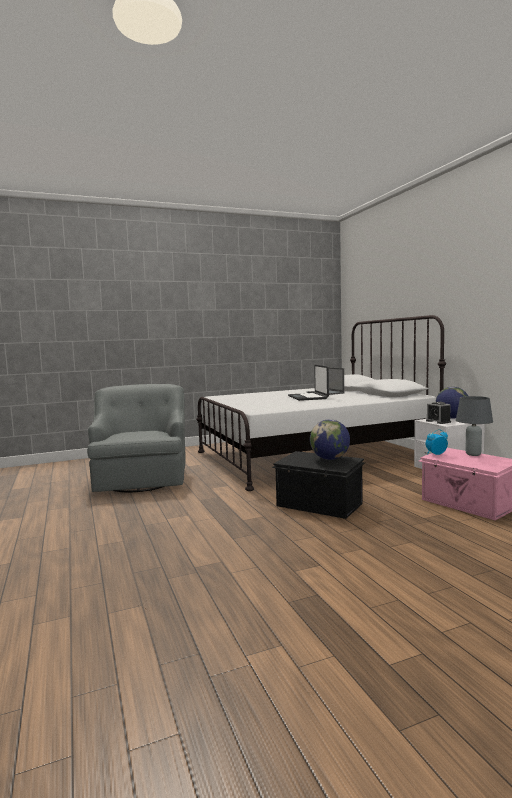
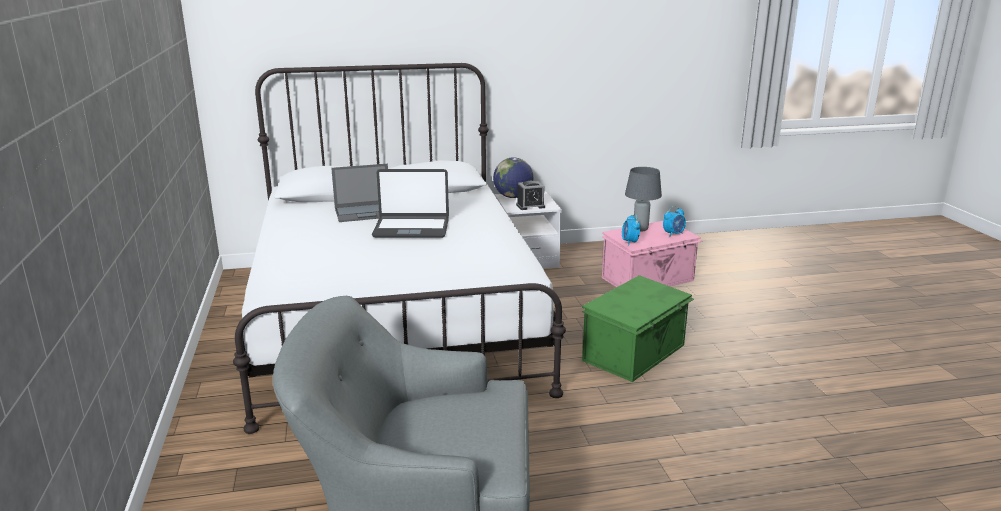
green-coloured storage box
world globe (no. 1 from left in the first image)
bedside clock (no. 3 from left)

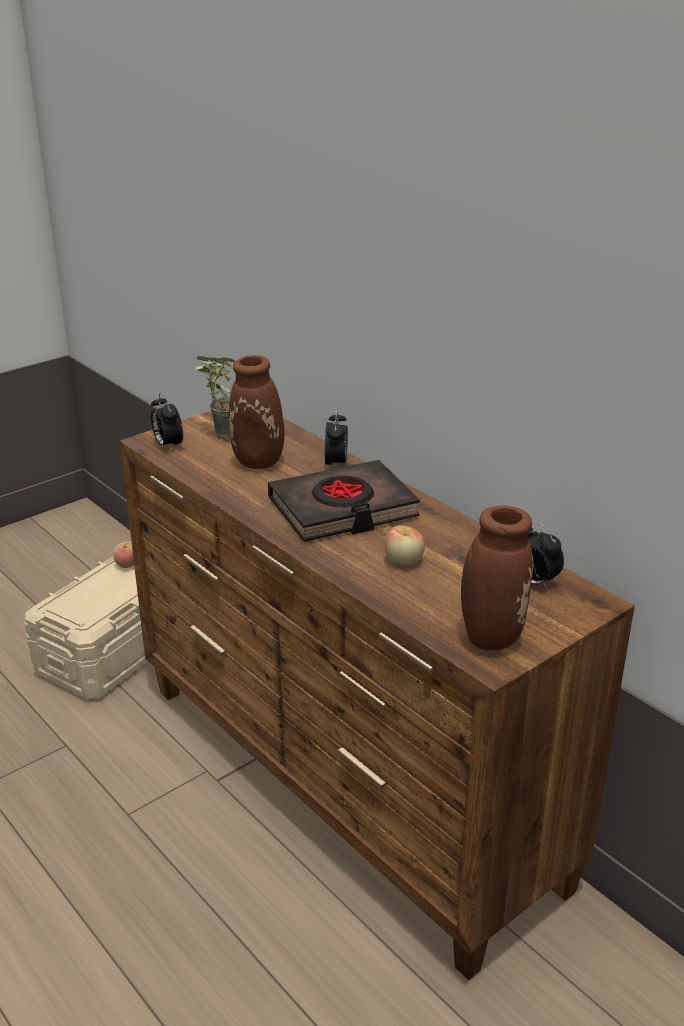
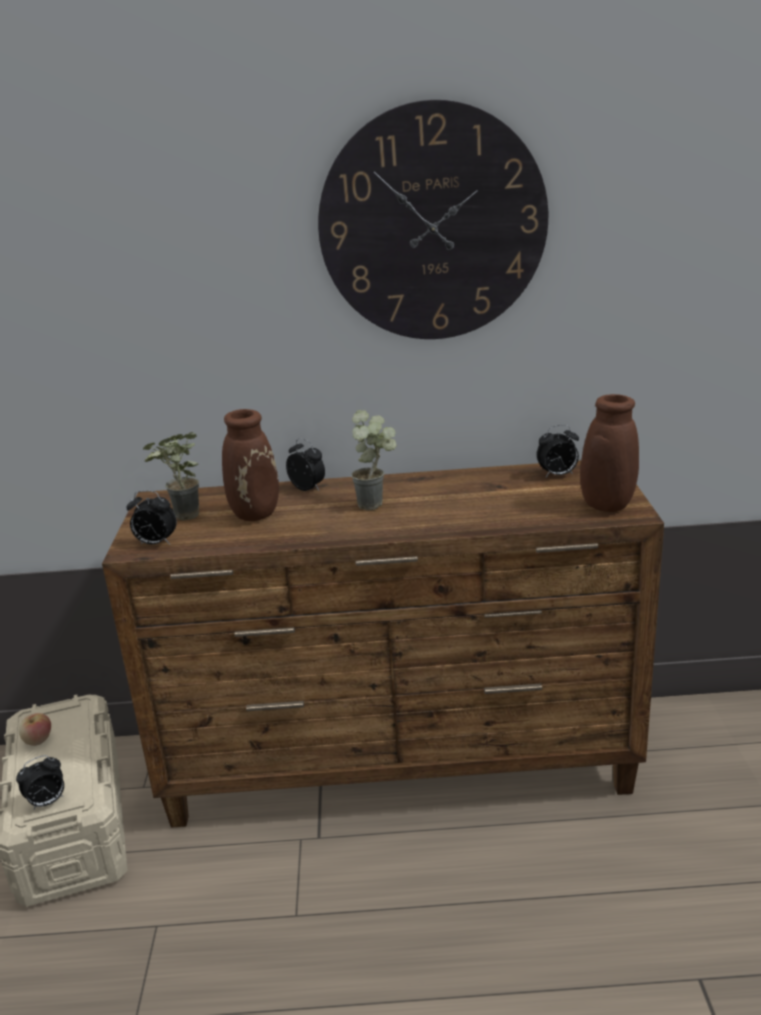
plant in a pot (no. 2 from left)
whole apple (no. 2 from left in the first image)
bedside clock (no. 1 from left)
wall clock

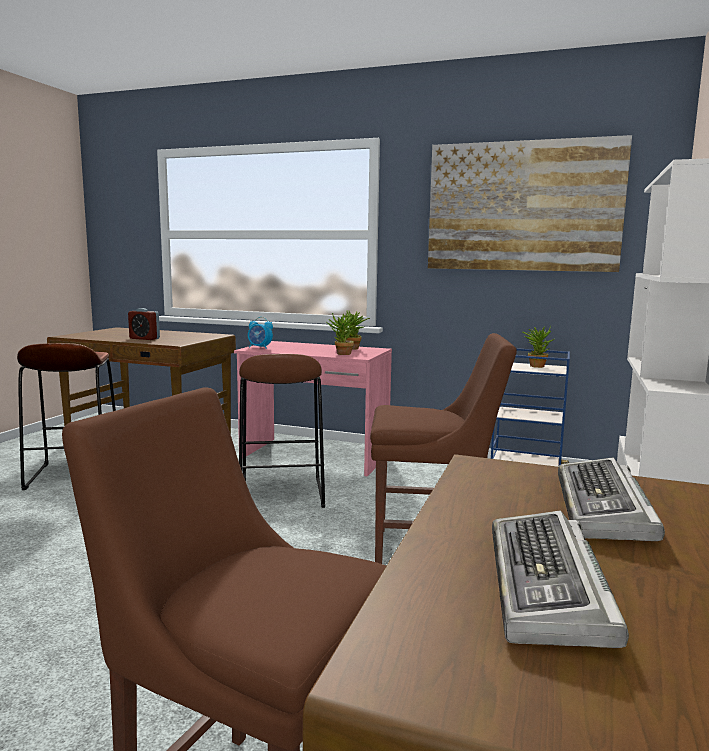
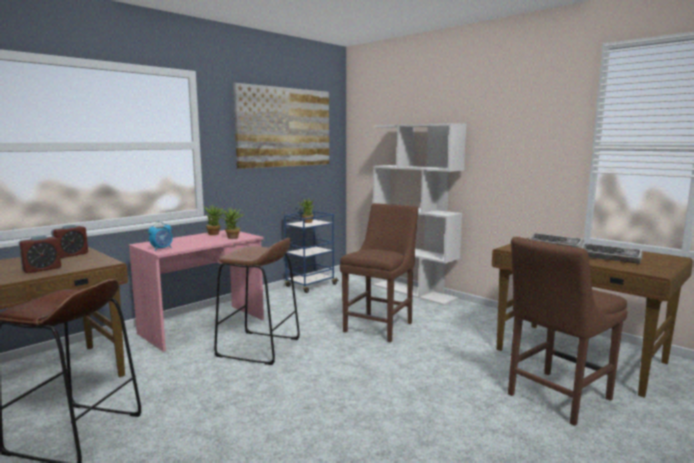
bedside clock (no. 2 from left)

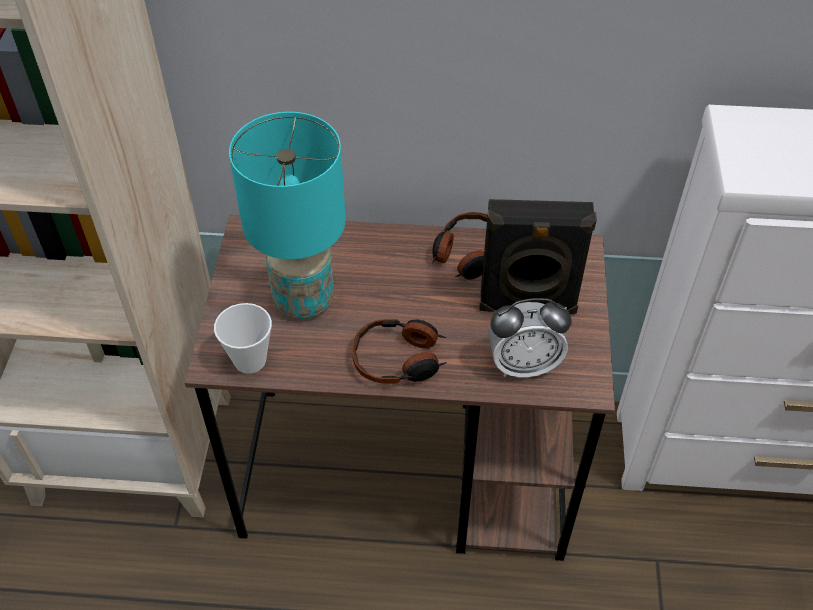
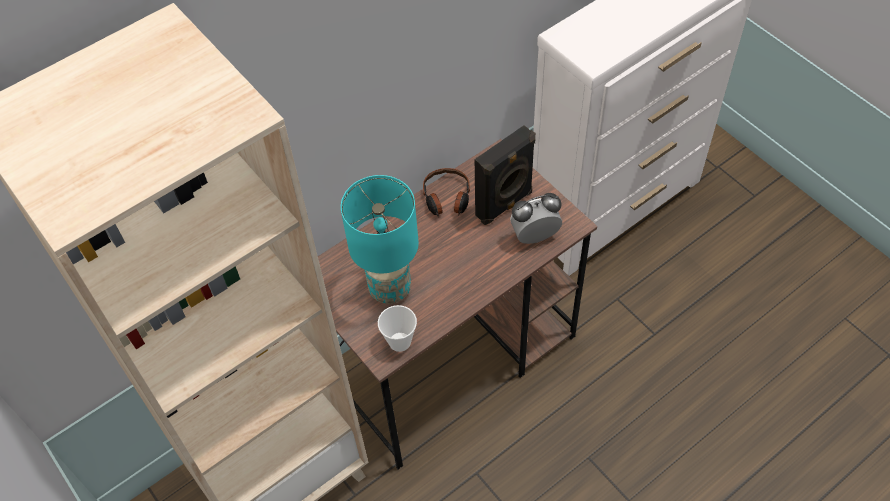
headset (no. 1 from left in the first image)
bedside clock

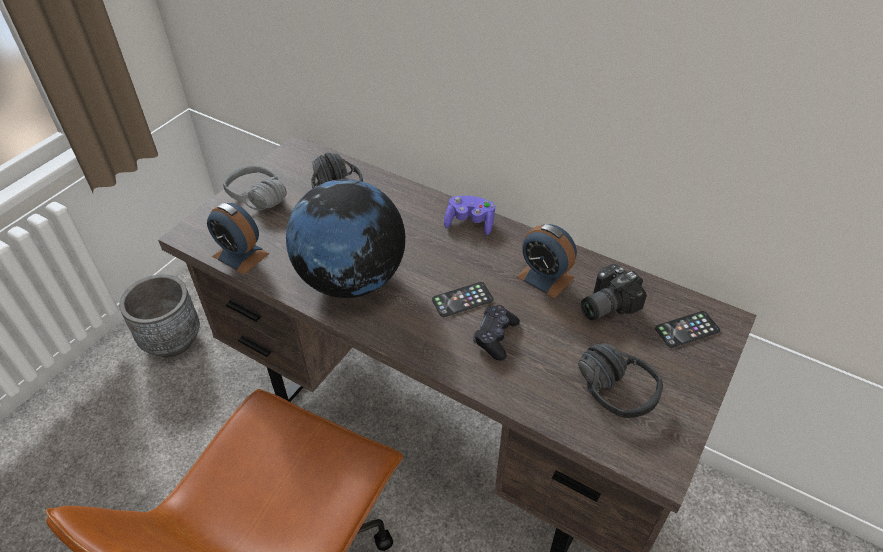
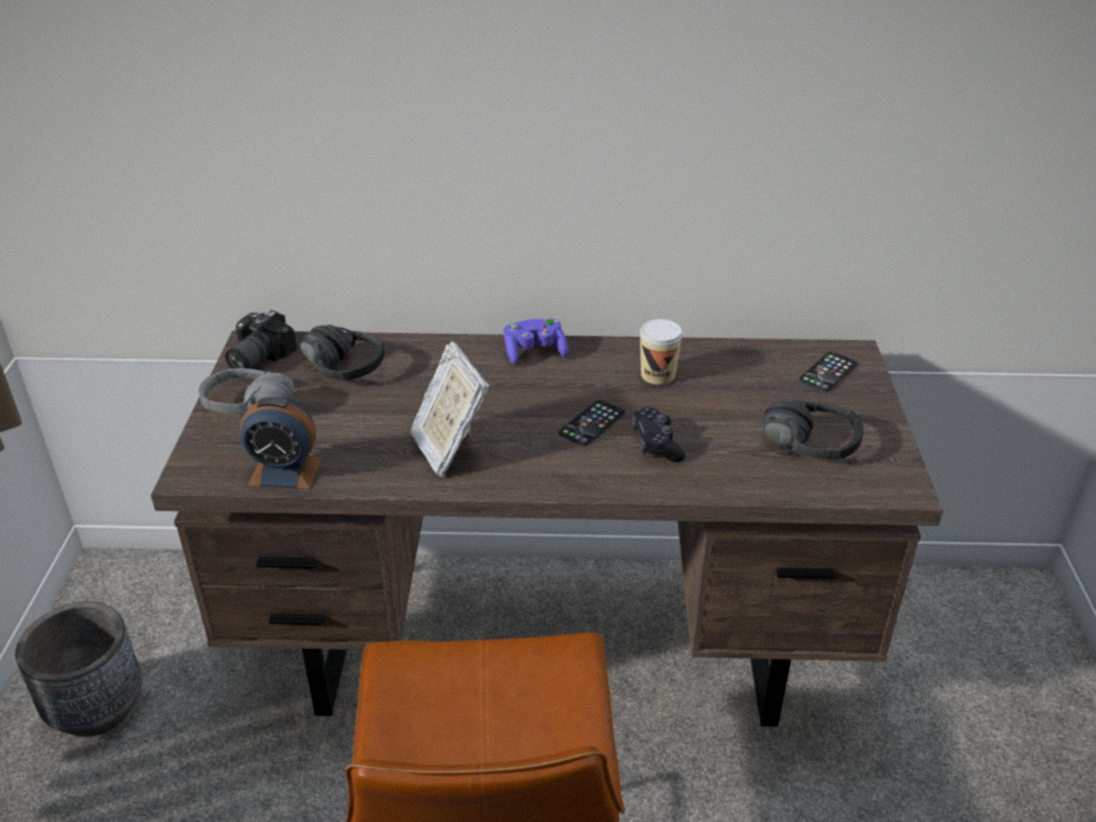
standing frame
drinking cup
photo camera

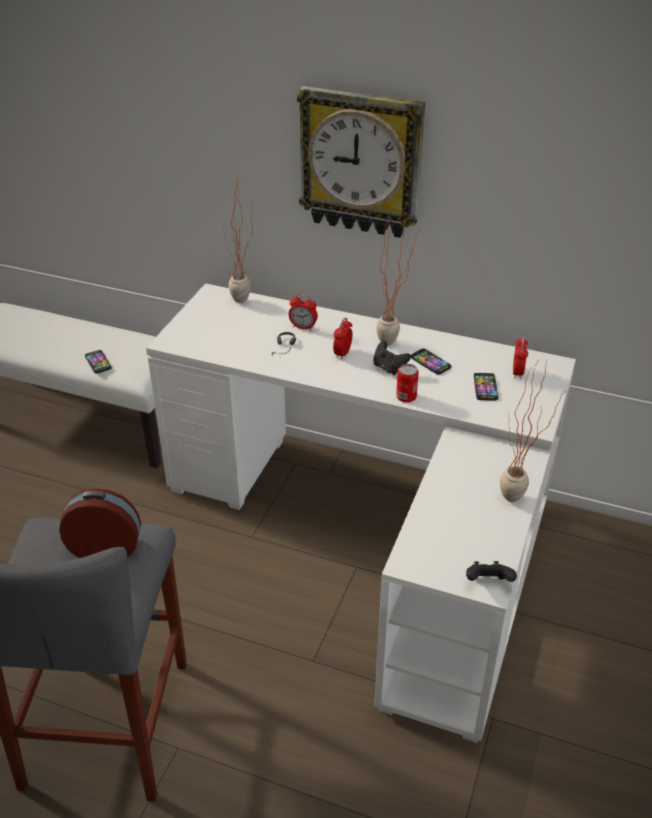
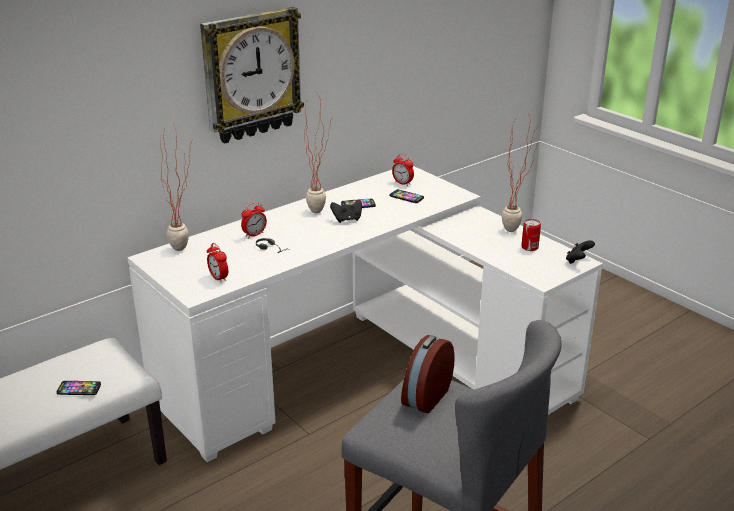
bedside clock (no. 1 from left)
metal can

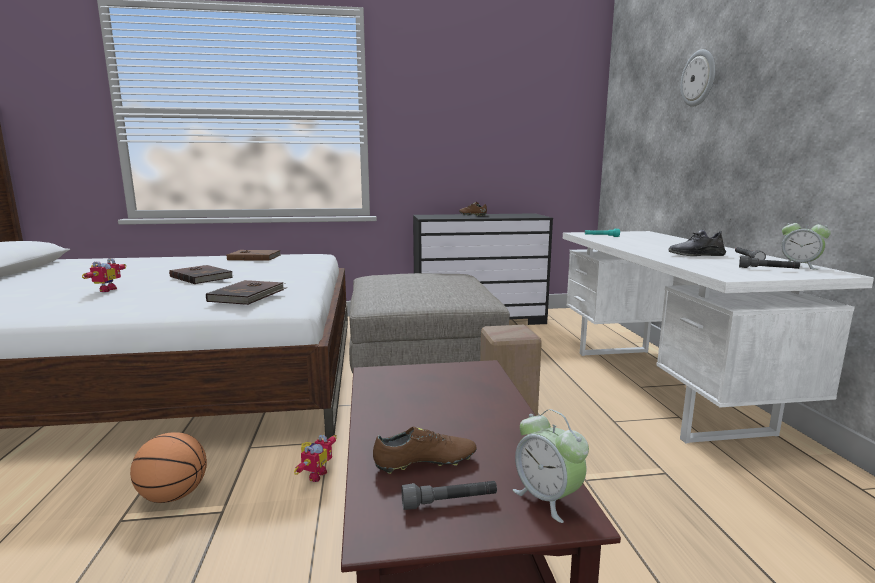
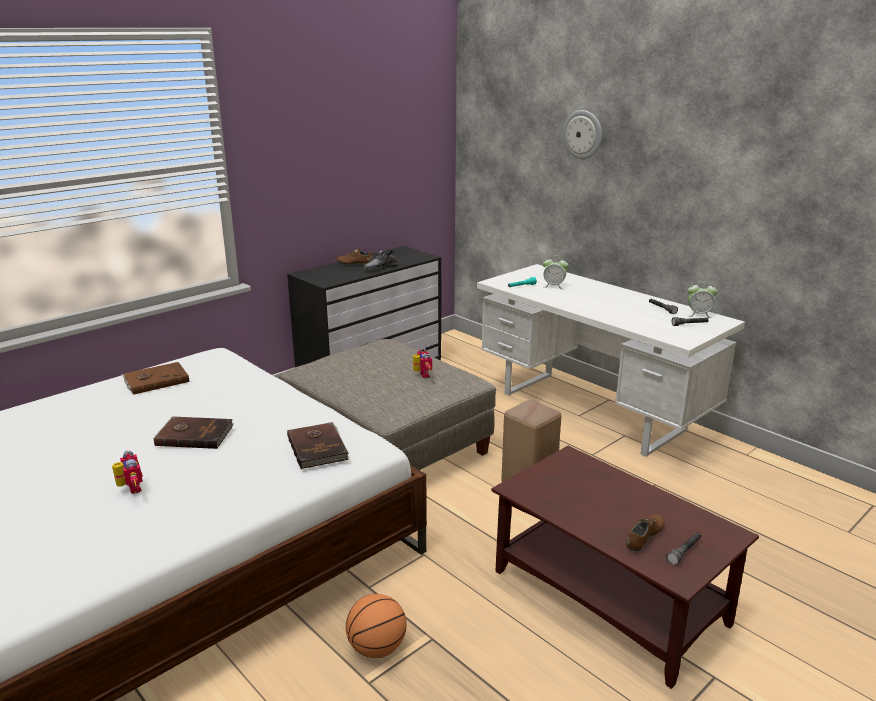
toy robot (no. 2 from left)
bedside clock (no. 1 from left)
grey item of footwear

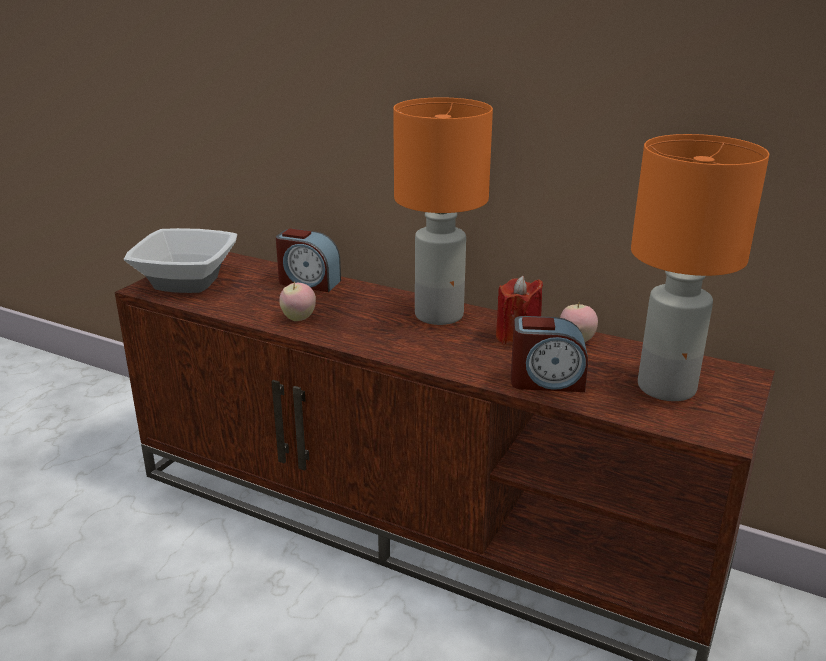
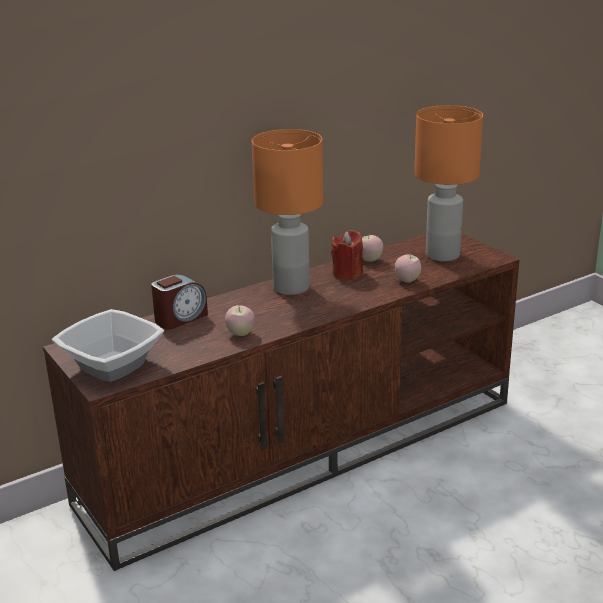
whole apple (no. 3 from left)

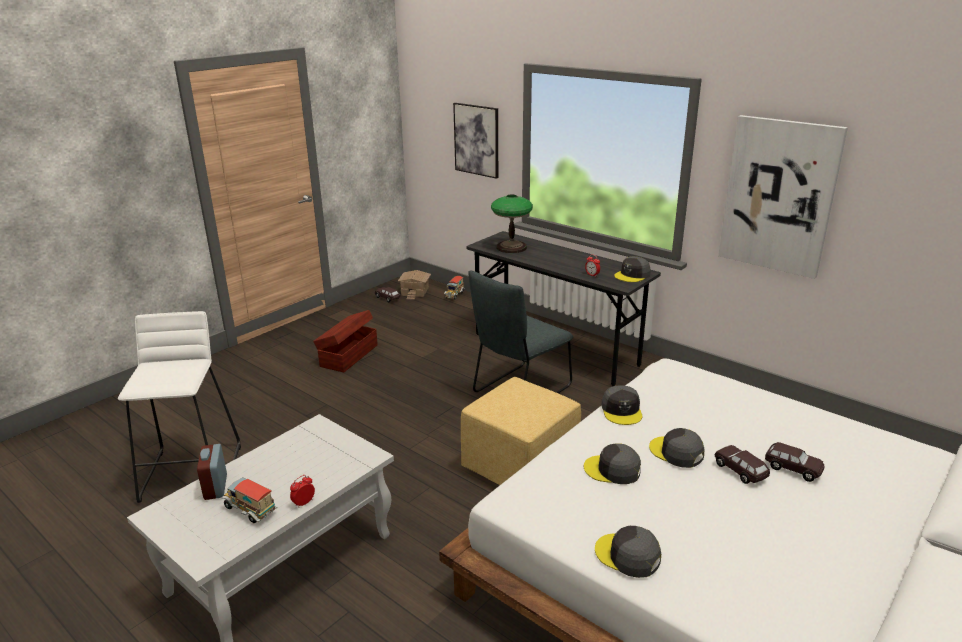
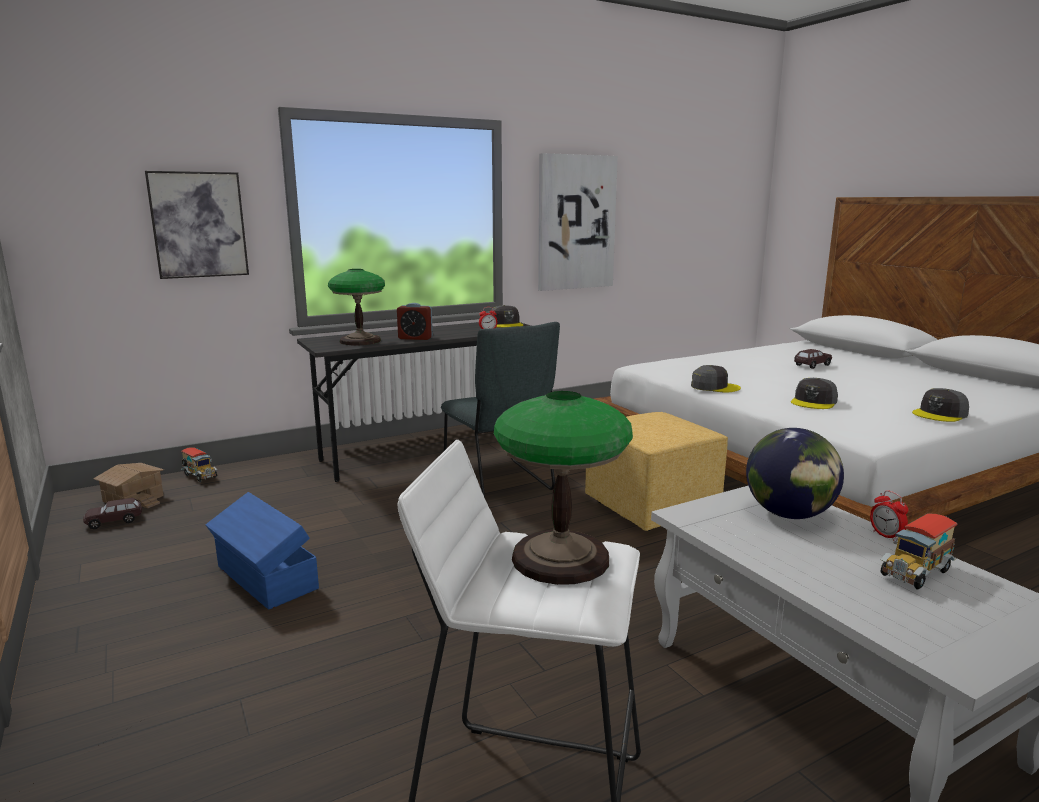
bedside clock (no. 1 from left)
blue-coloured storage box
grey cap (no. 5 from left in the first image)
brownish model car (no. 2 from left in the first image)
lamp for a table (no. 2 from left)
world globe

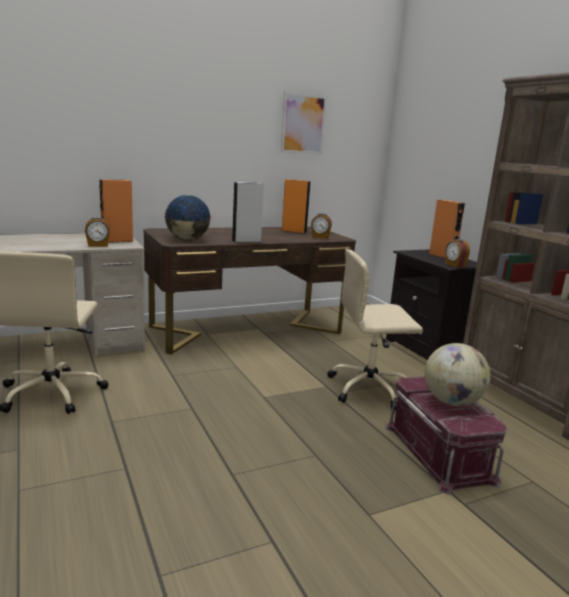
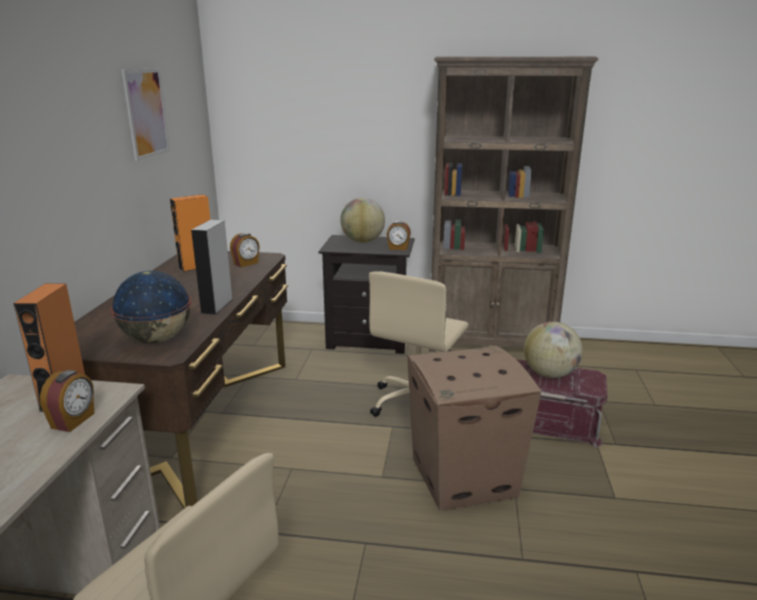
world globe (no. 2 from left)
packing box

